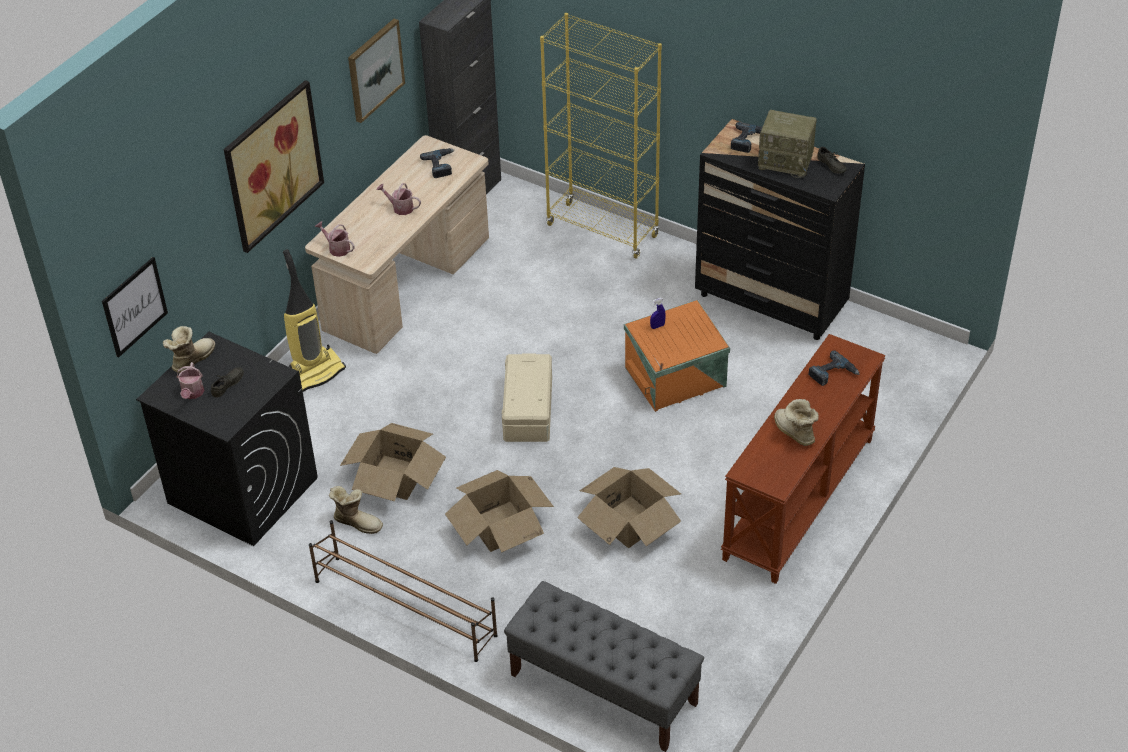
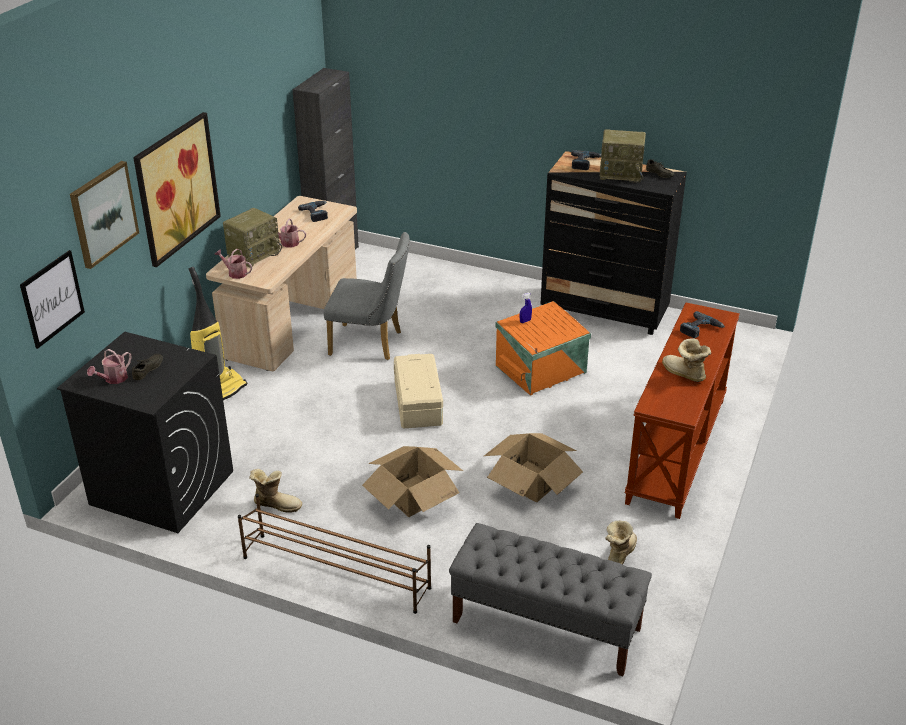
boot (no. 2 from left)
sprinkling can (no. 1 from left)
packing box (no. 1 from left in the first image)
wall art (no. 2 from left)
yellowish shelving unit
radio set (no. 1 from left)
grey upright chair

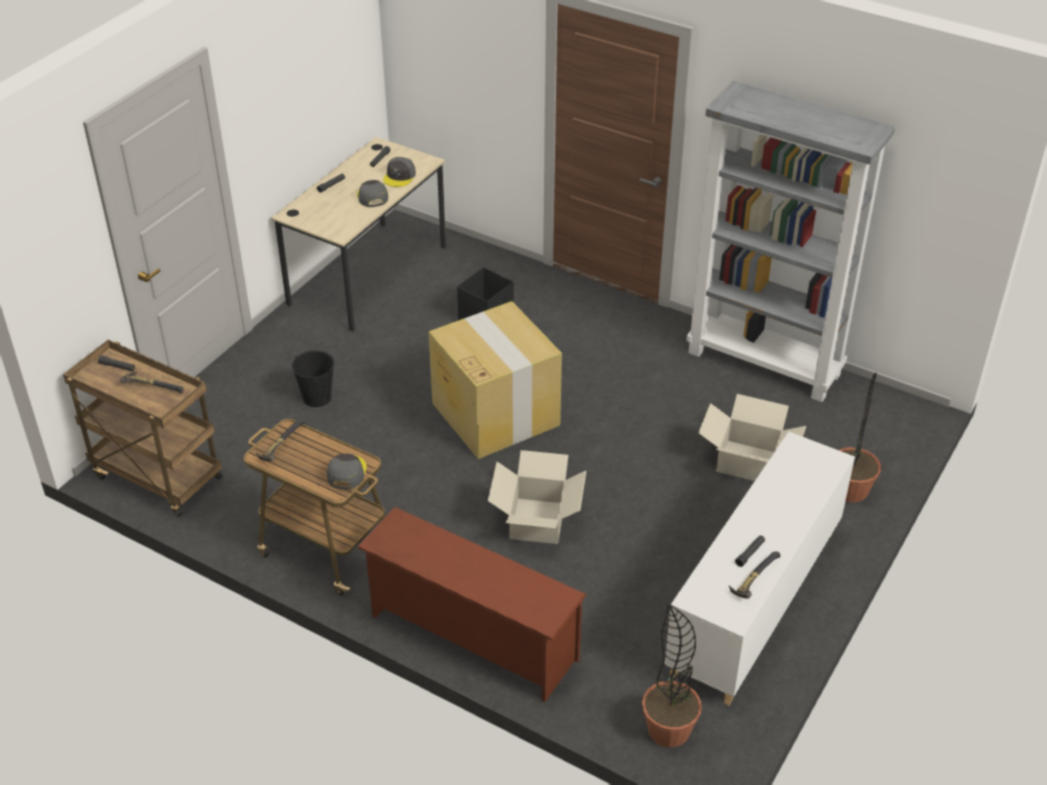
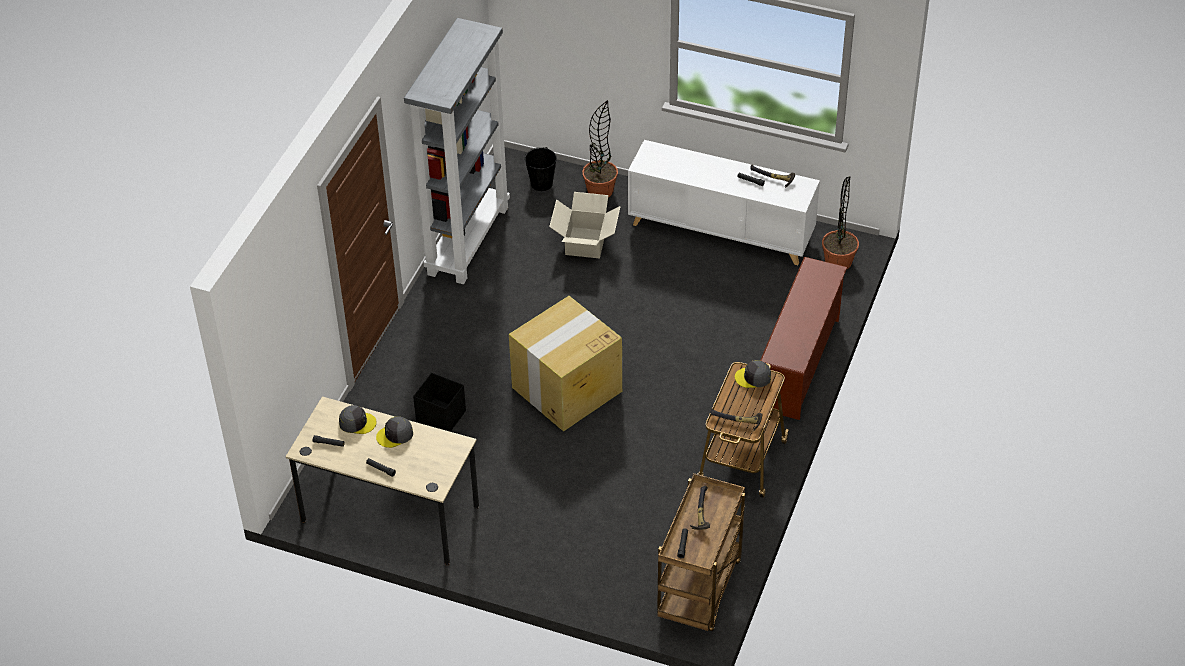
blackish pail
packing box (no. 2 from left in the first image)

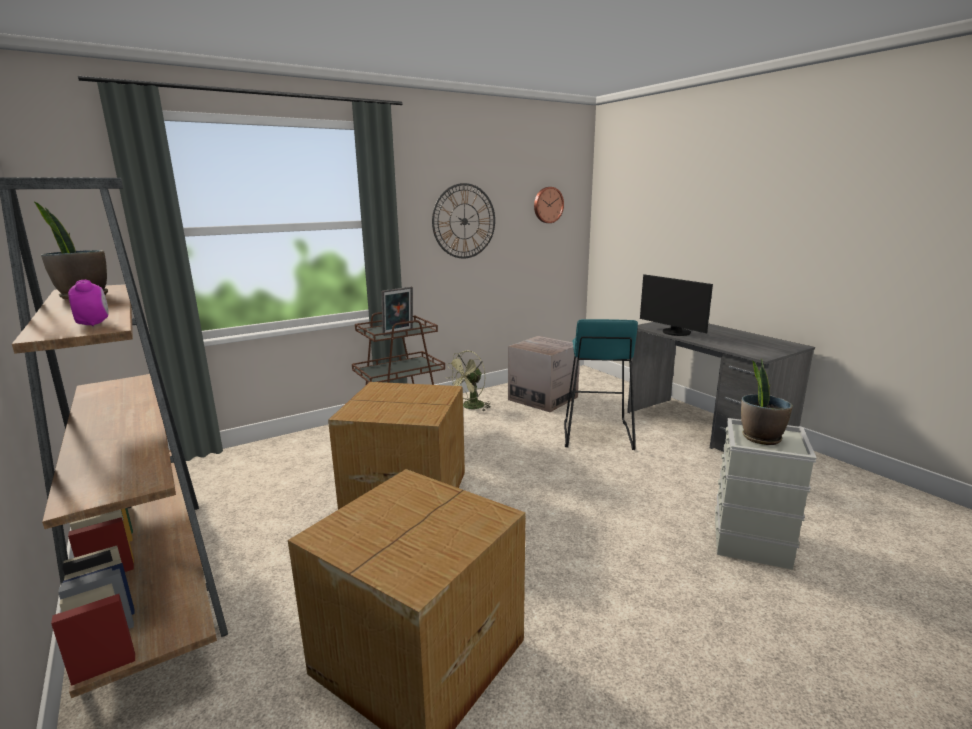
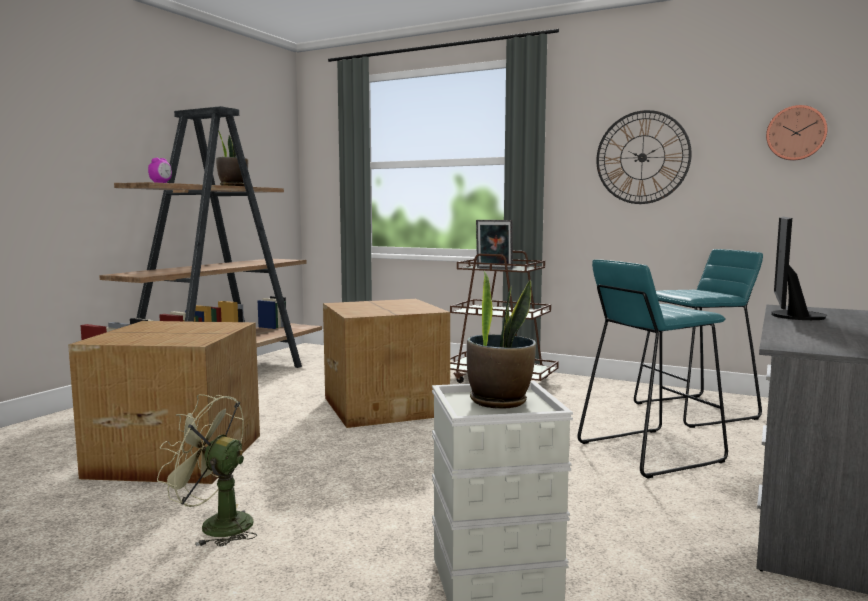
green-coloured cooling fan
blue-green sitting stool (no. 2 from left)

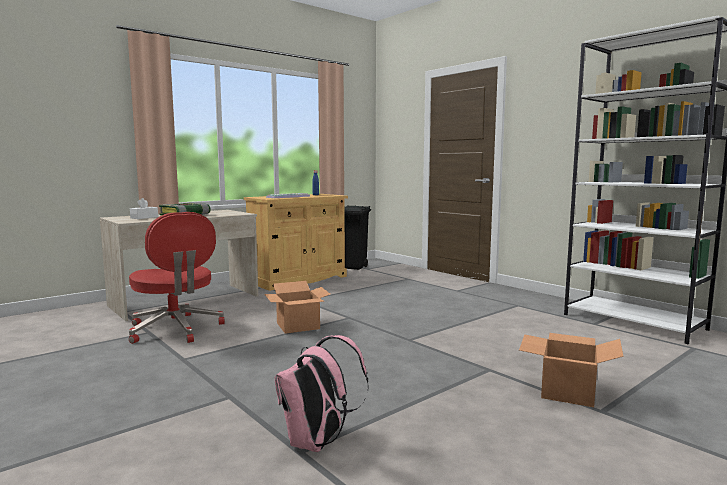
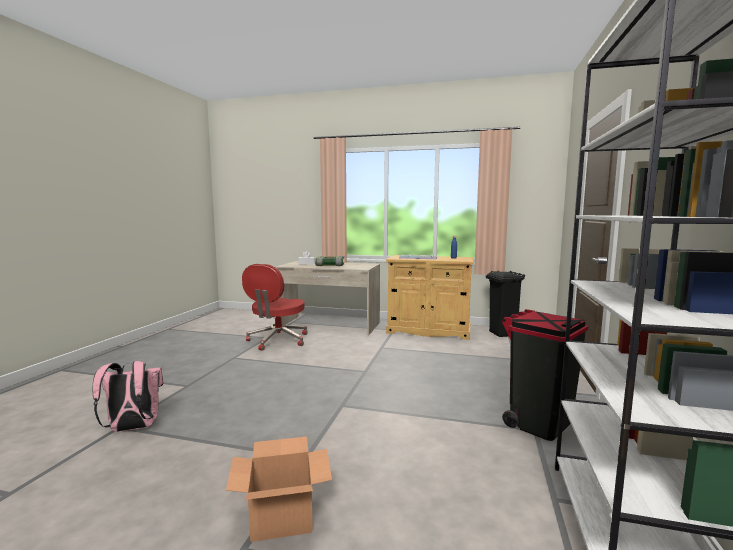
packing box (no. 1 from left in the first image)
blackish trash can (no. 2 from left)

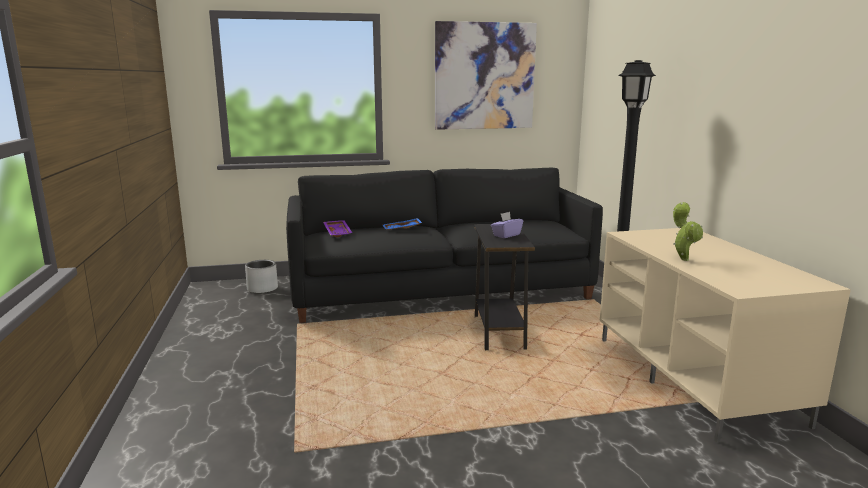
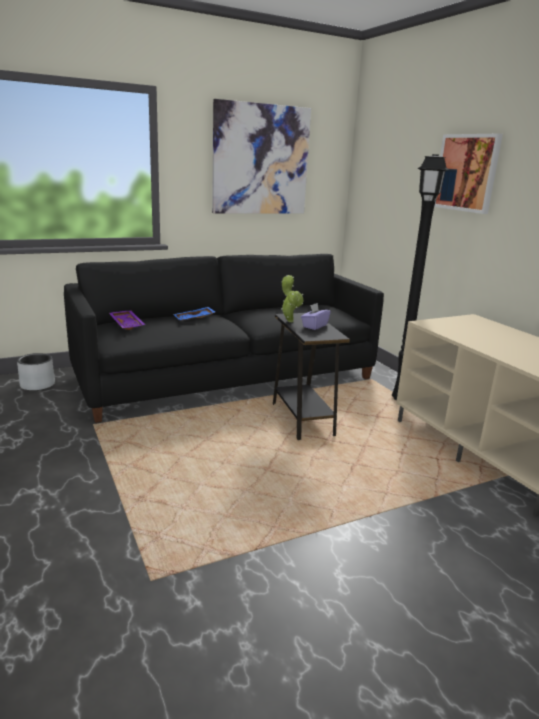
plant in a pot
wall art (no. 2 from left)

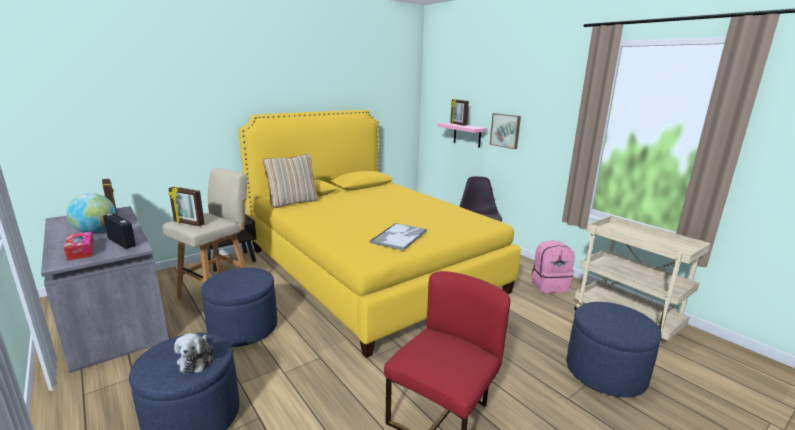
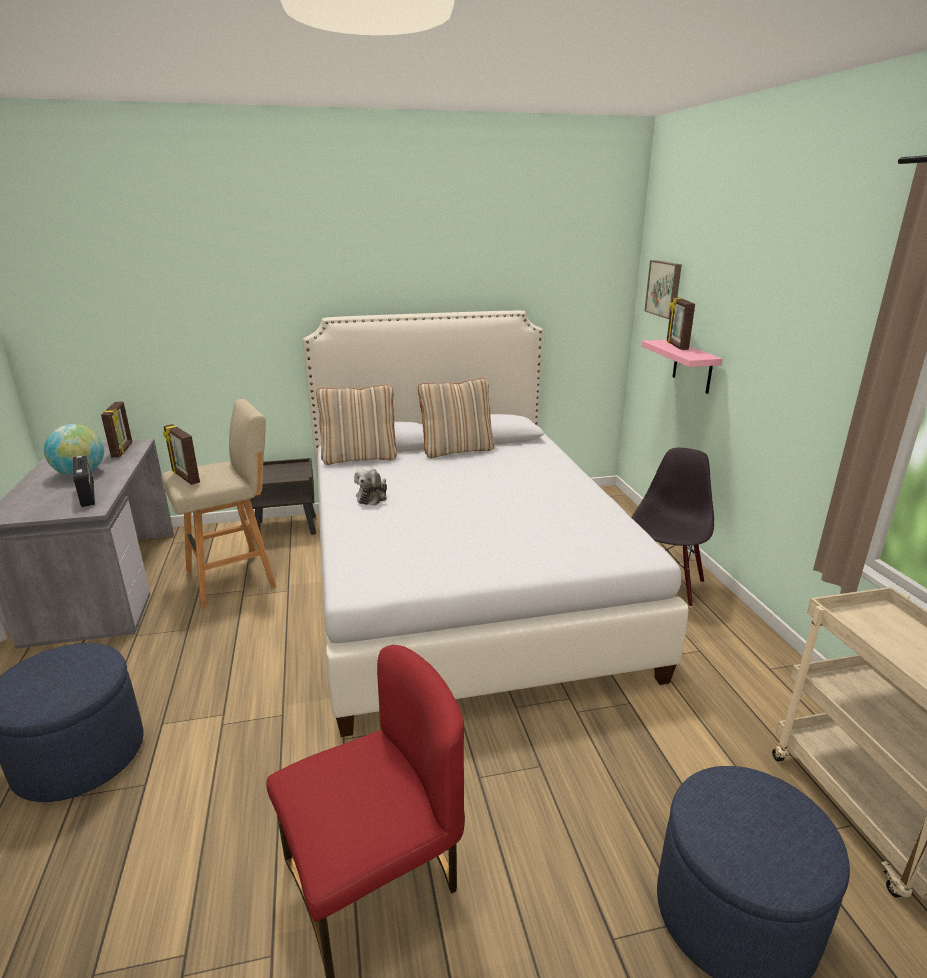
tissue box
soft toy
blue-coloured footrest (no. 2 from left in the first image)
whitish bedroom bed
serving tray
wall art
pinkish rucksack
sand-coloured pillow (no. 2 from left)

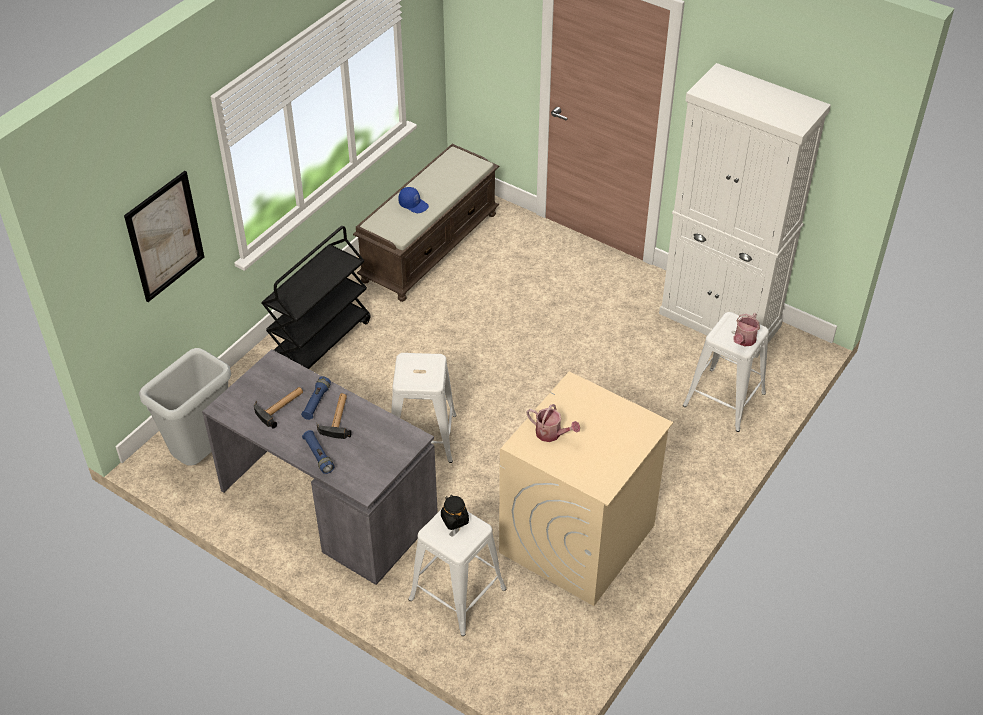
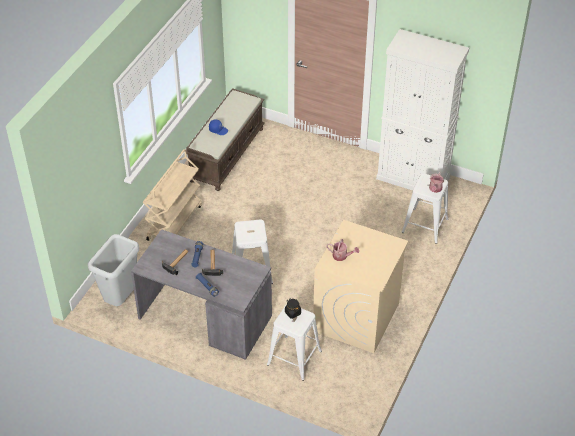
wall art
sand-coloured wheeled cart

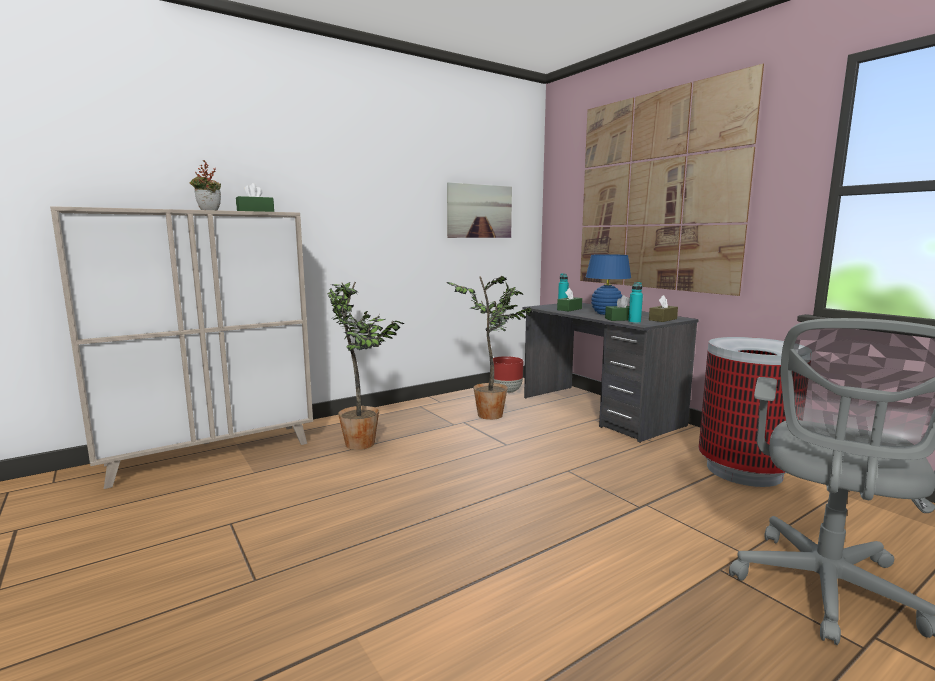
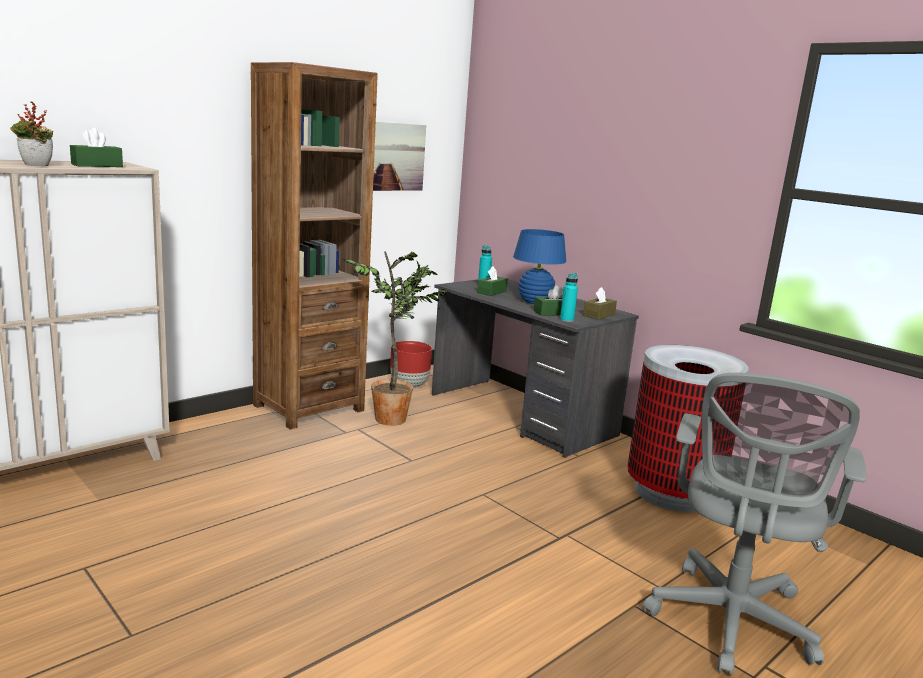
plant in a pot (no. 2 from left in the first image)
wall art (no. 2 from left in the first image)
brownish shelving unit

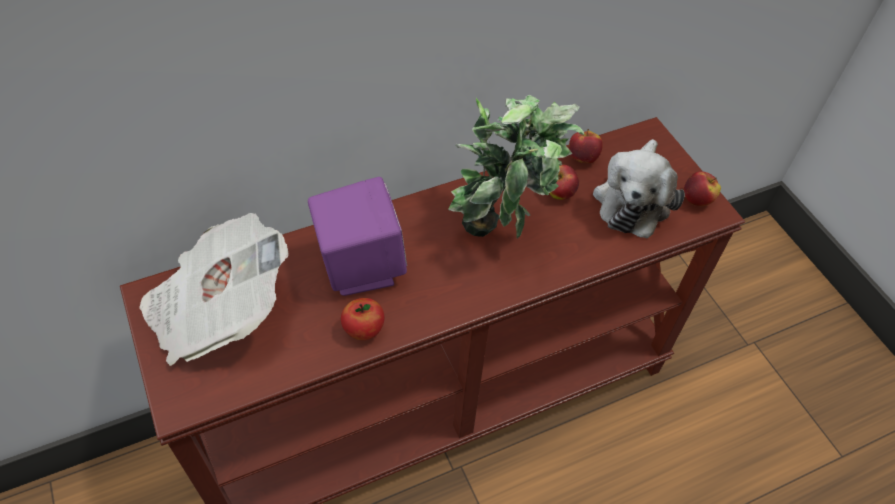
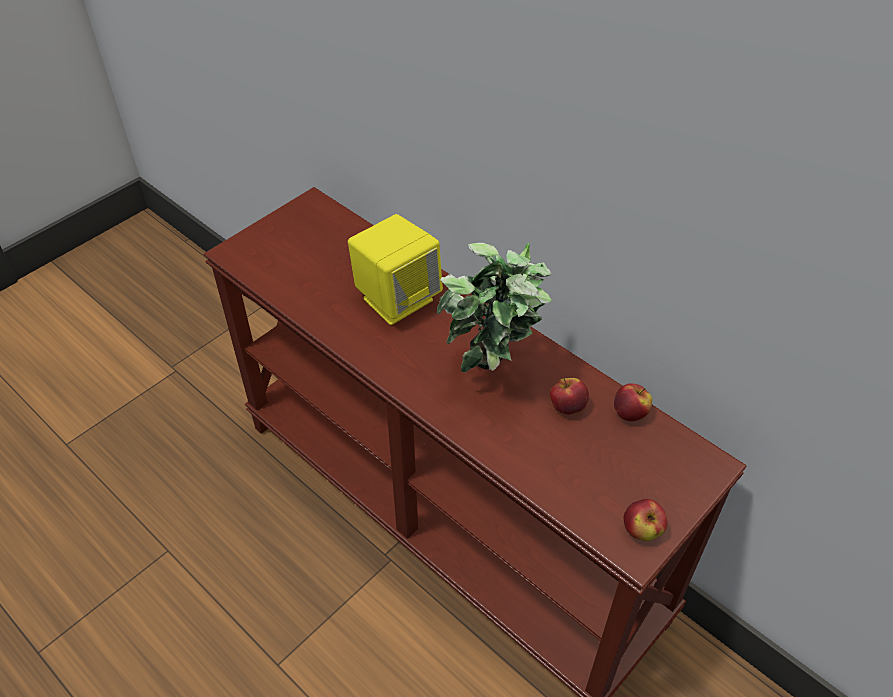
newspaper
yellowish loudspeaker
whole apple (no. 1 from left in the first image)
soft toy

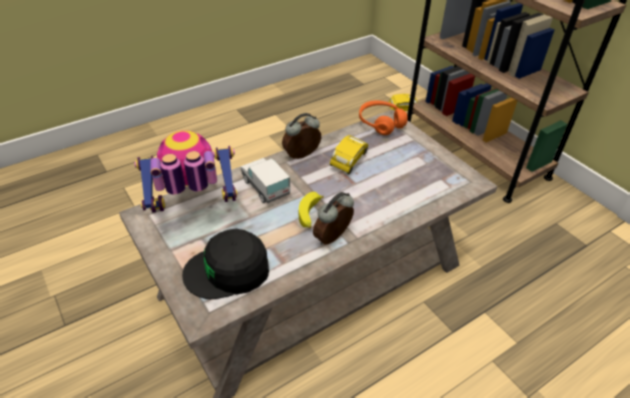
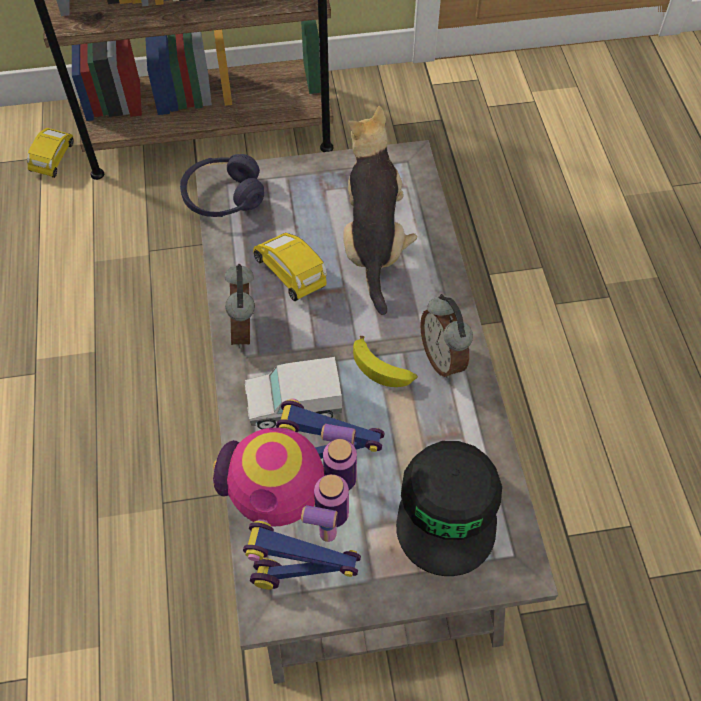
purple headset
soft toy

